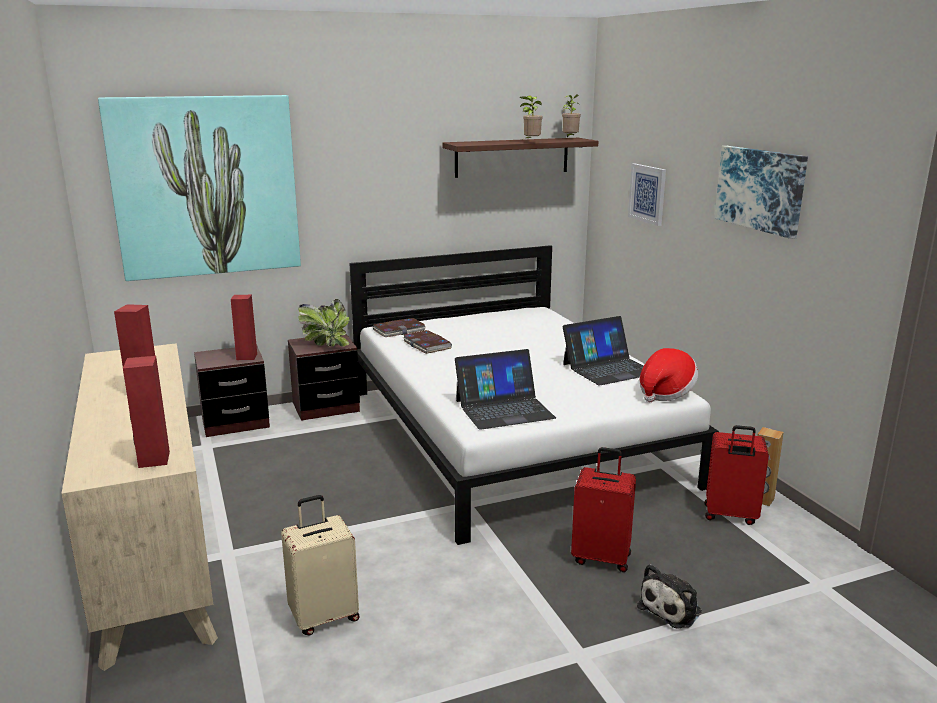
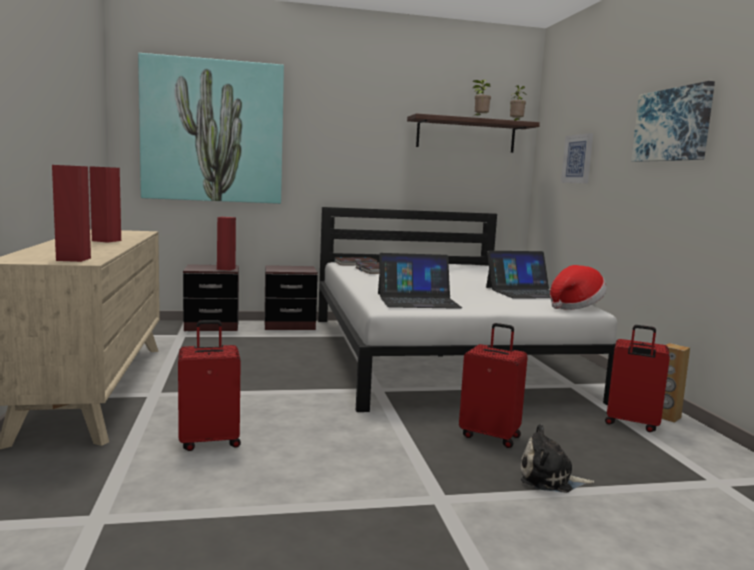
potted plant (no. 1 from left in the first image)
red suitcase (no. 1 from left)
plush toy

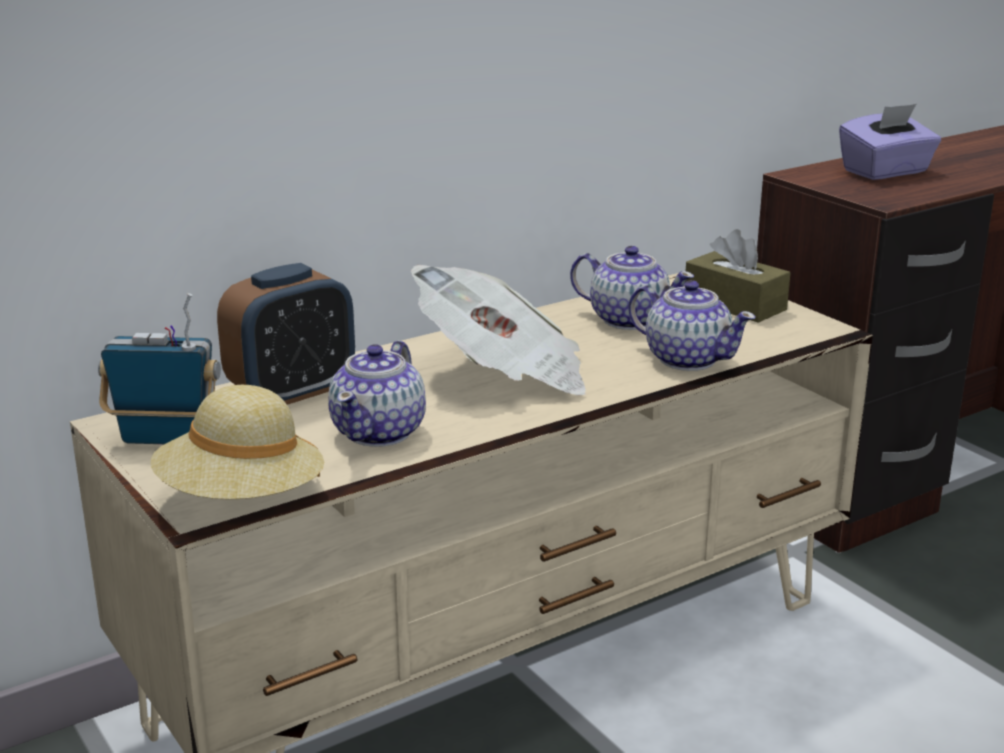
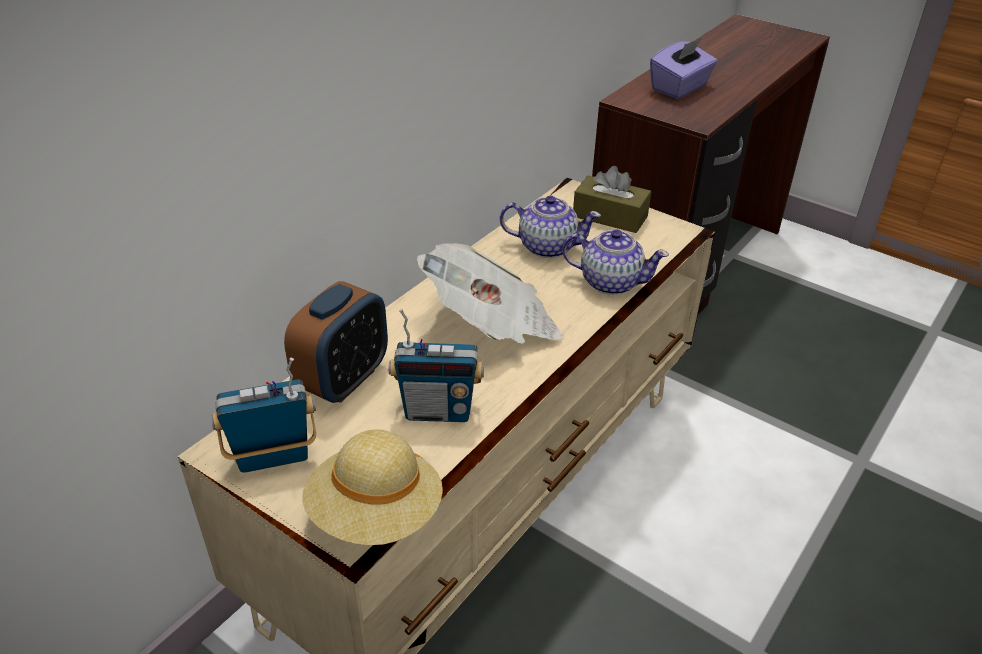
radio (no. 2 from left)

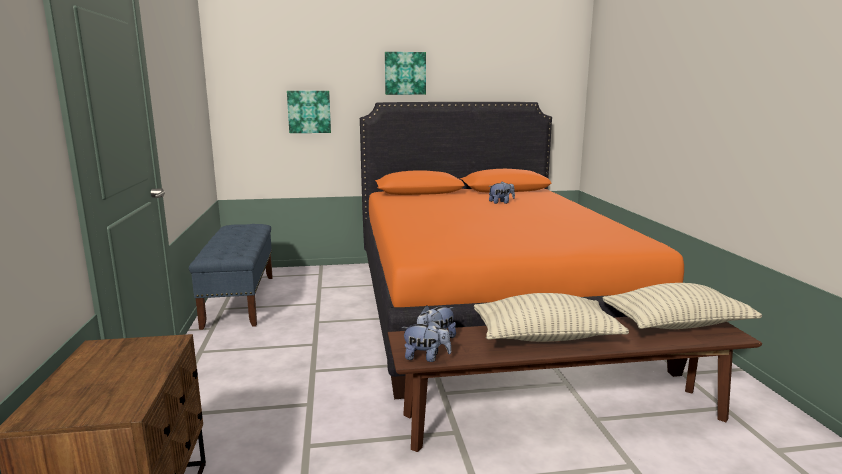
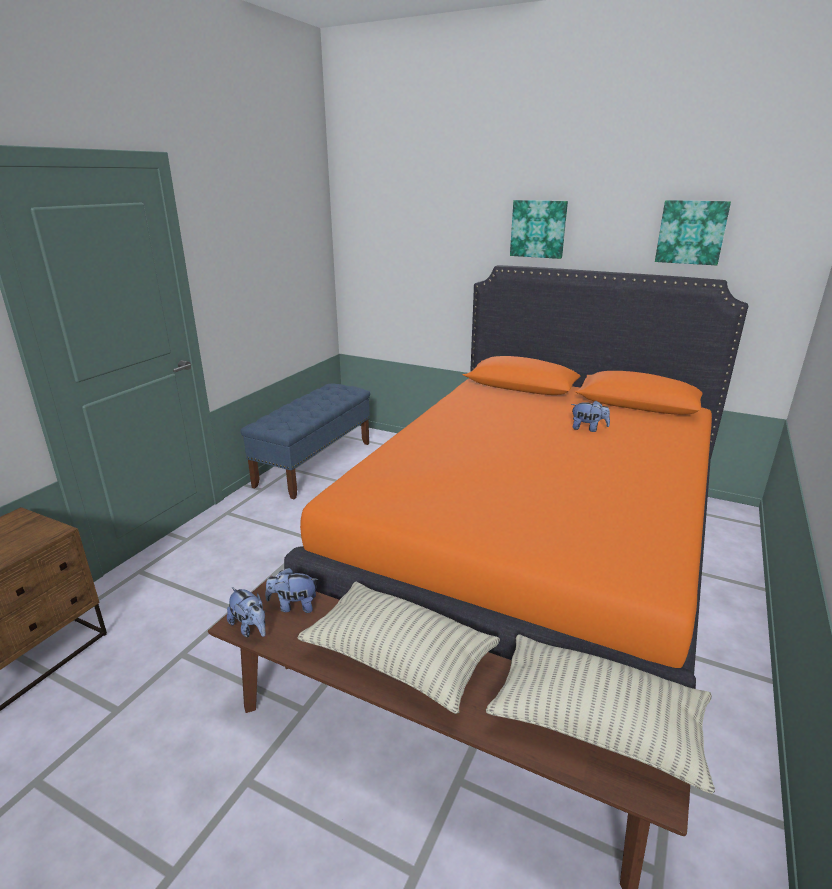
picture (no. 2 from left)

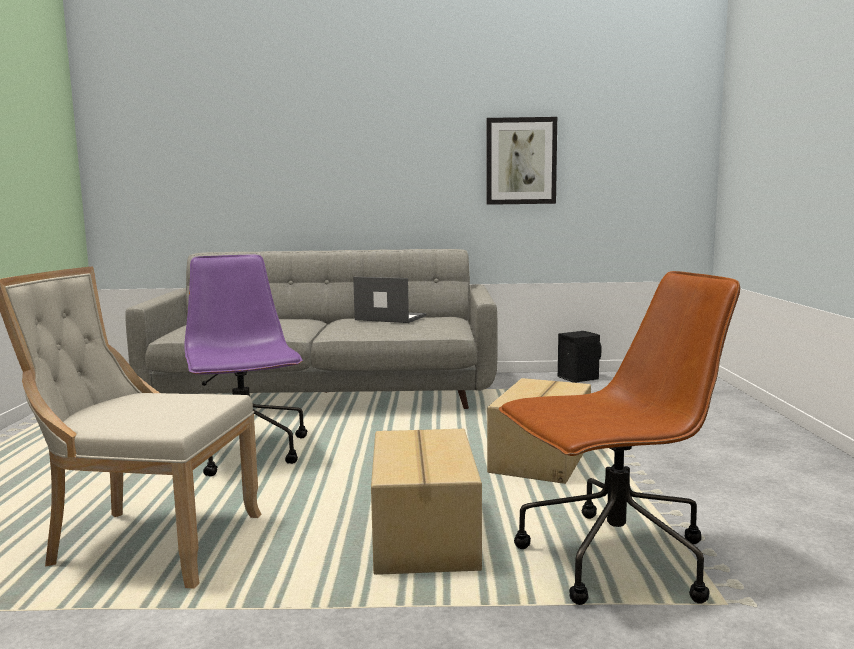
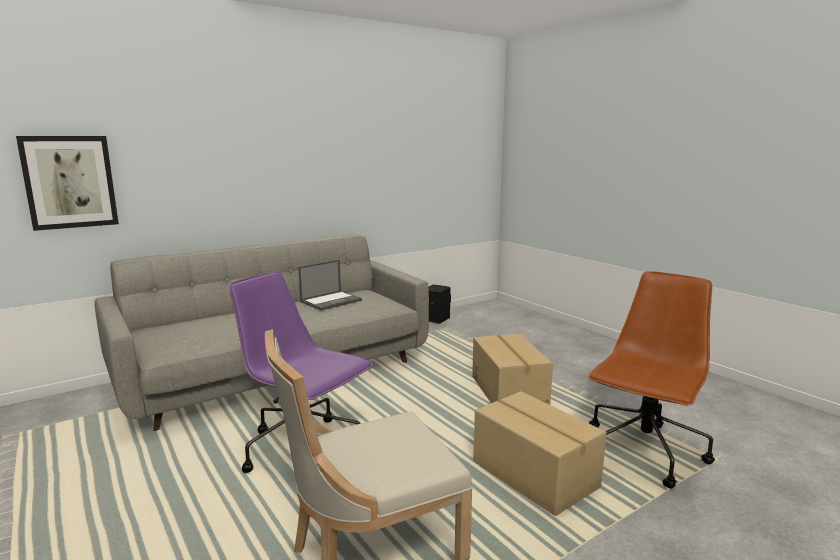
picture
laptop

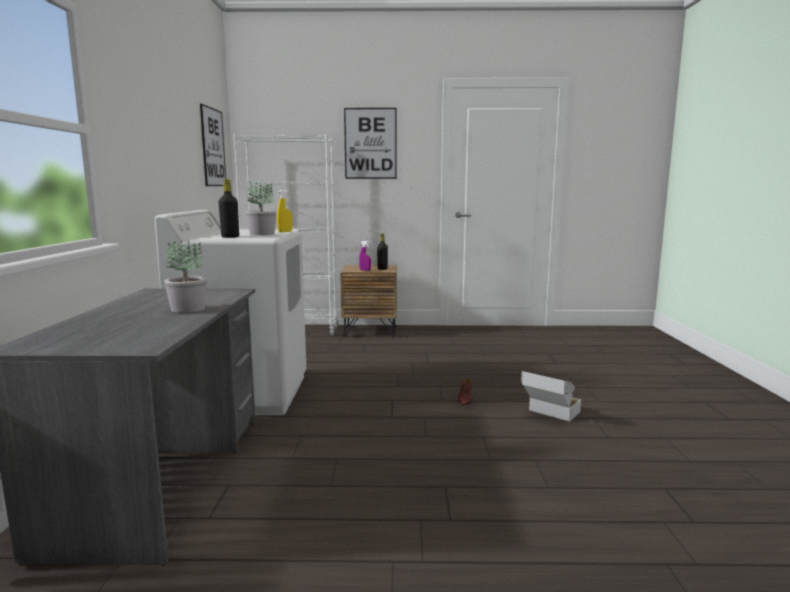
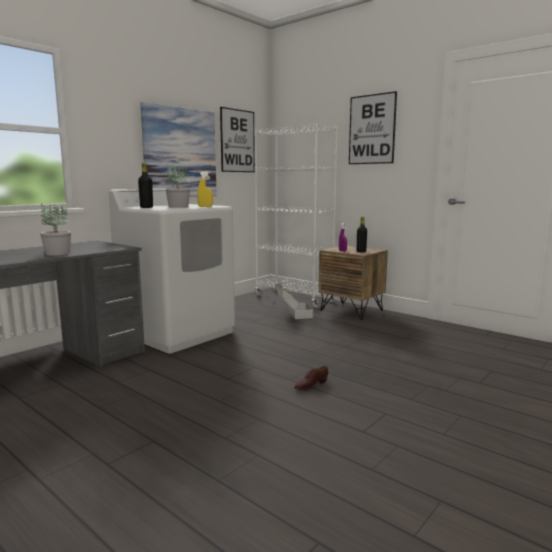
picture (no. 1 from left)
cardboard box

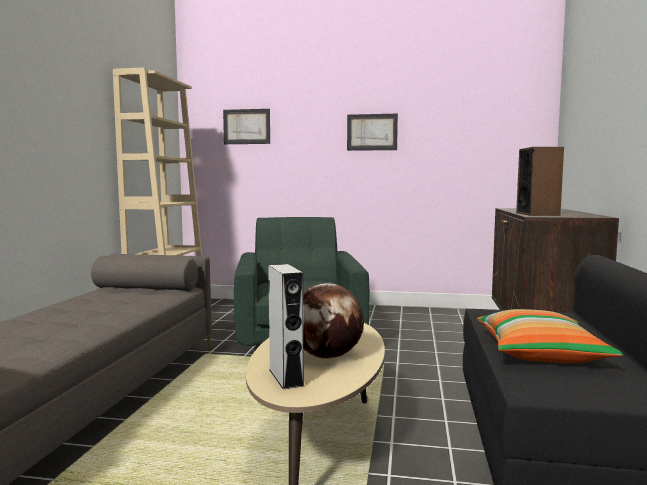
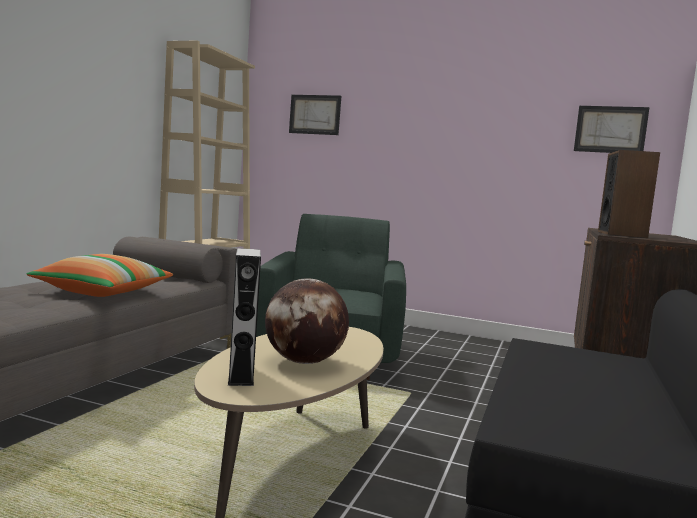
picture (no. 2 from left)
pillow

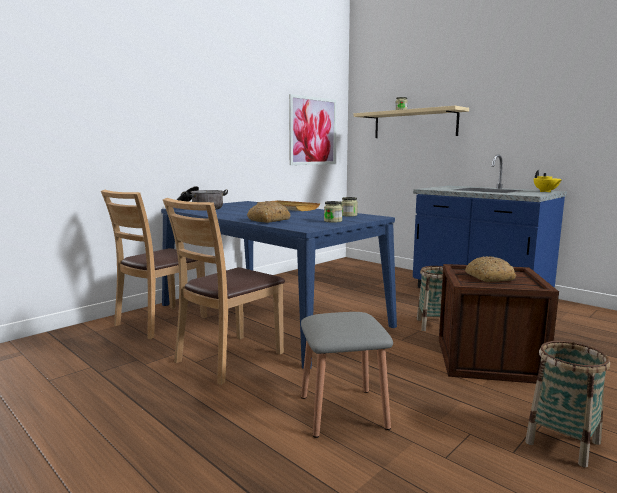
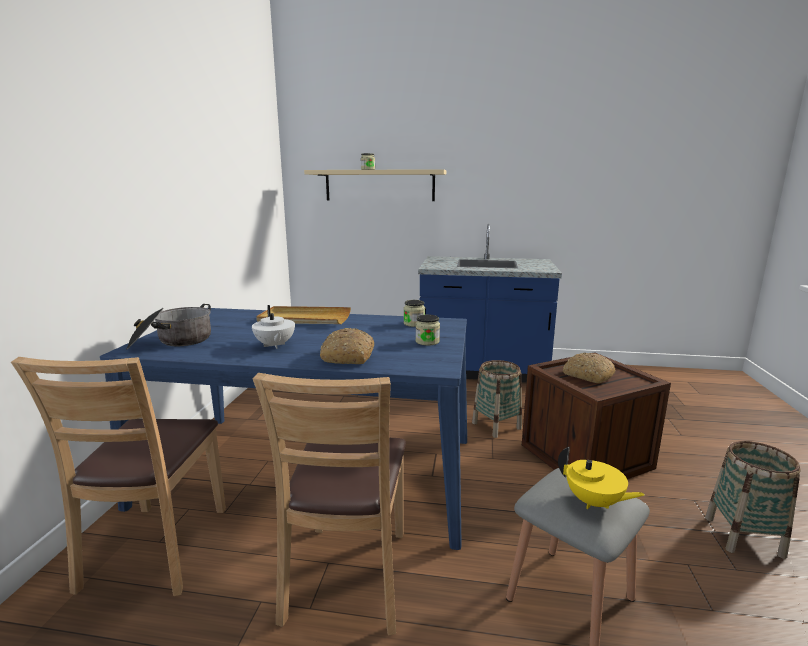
picture
white teapot
yellow teapot

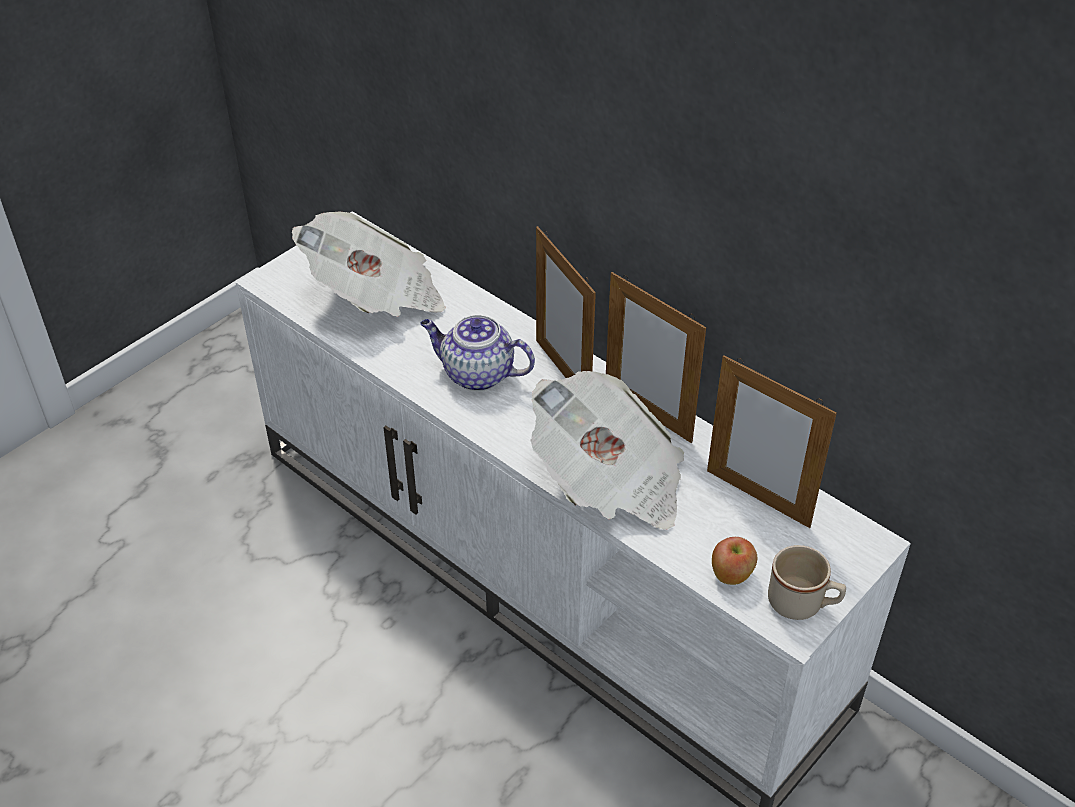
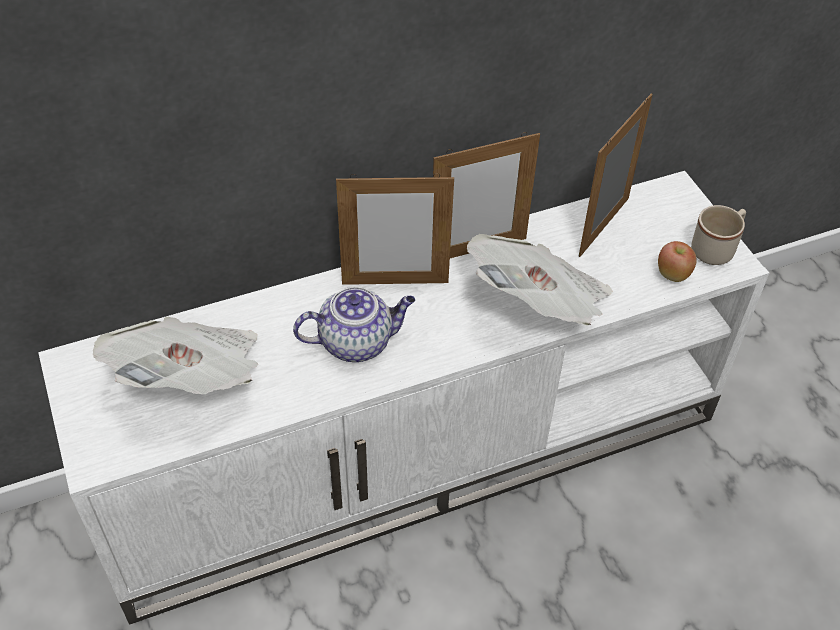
teapot
picture frame (no. 3 from left)

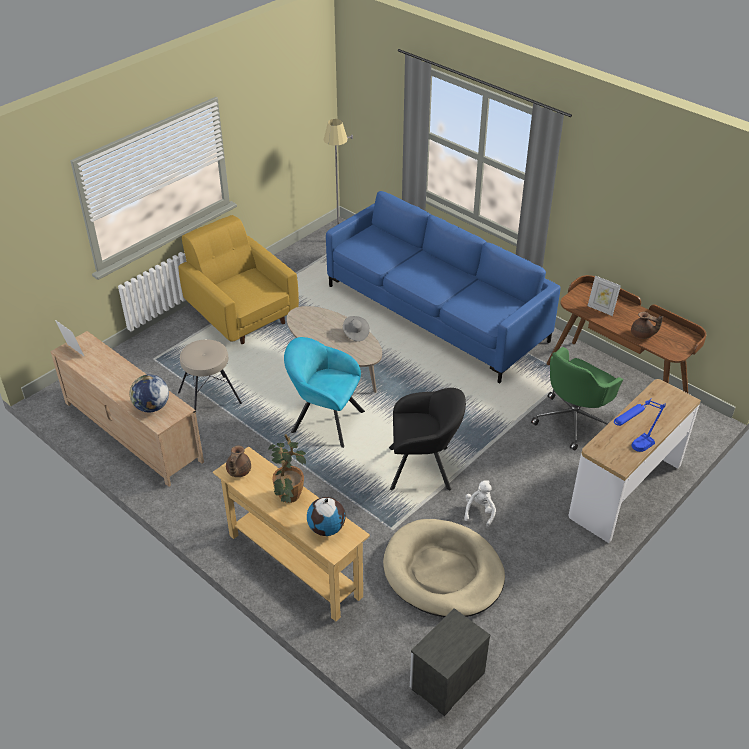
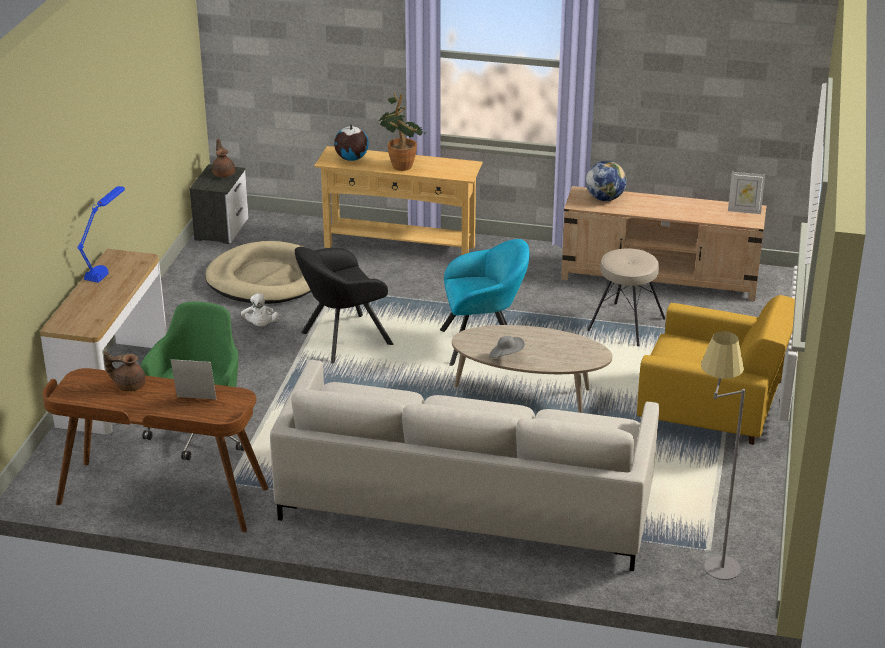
brown teapot (no. 2 from left)
grey sofa

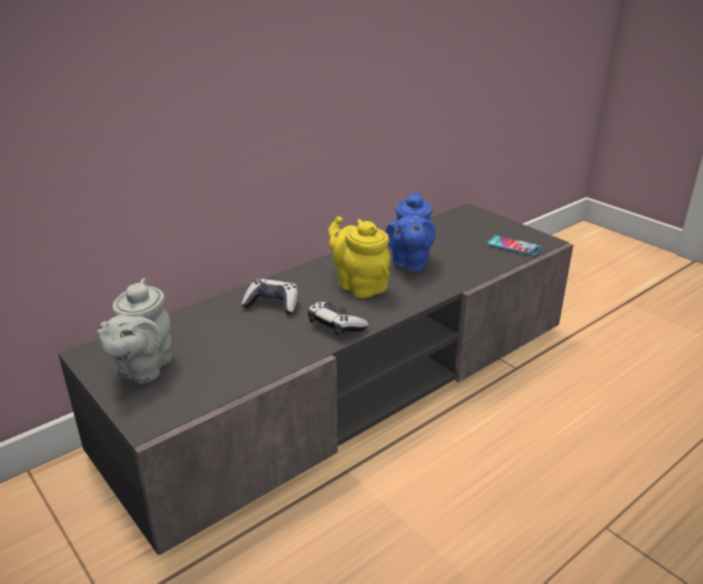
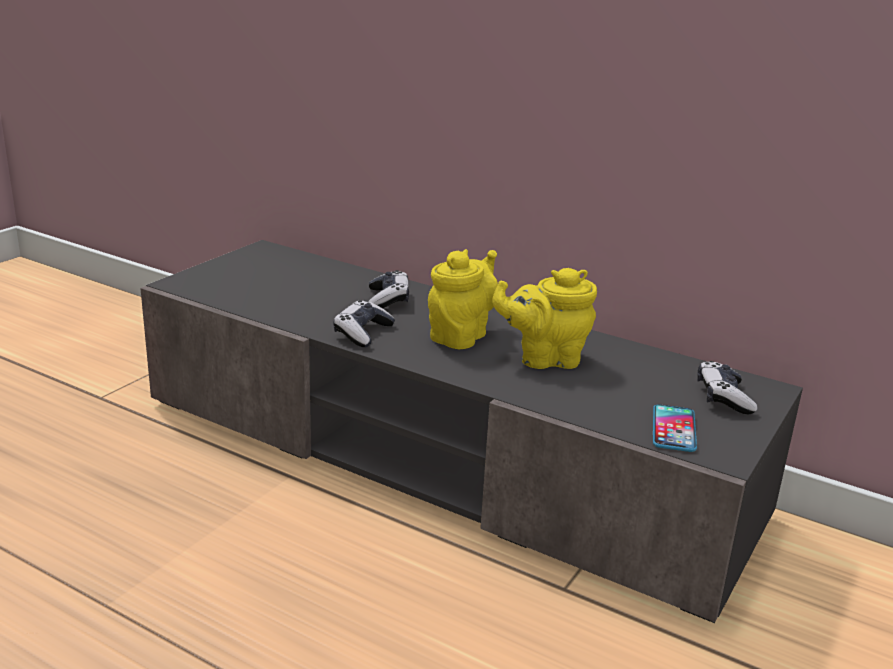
grey teapot
game controller (no. 3 from left)
yellow teapot (no. 2 from left)

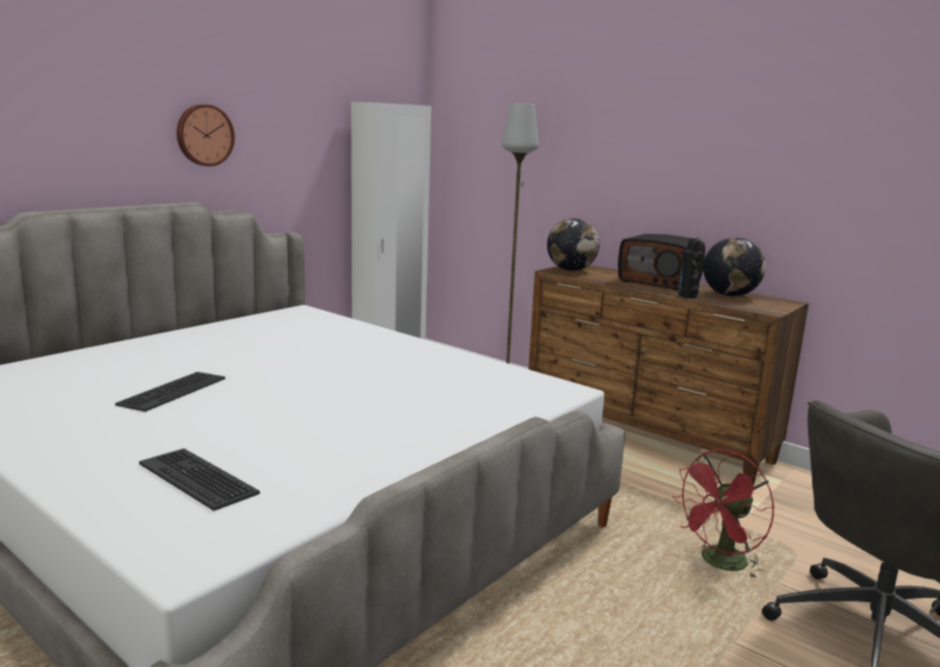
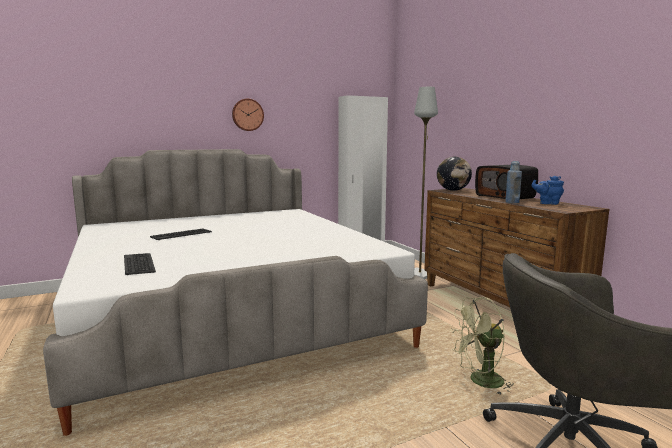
blue teapot
green fan
blue bottle

